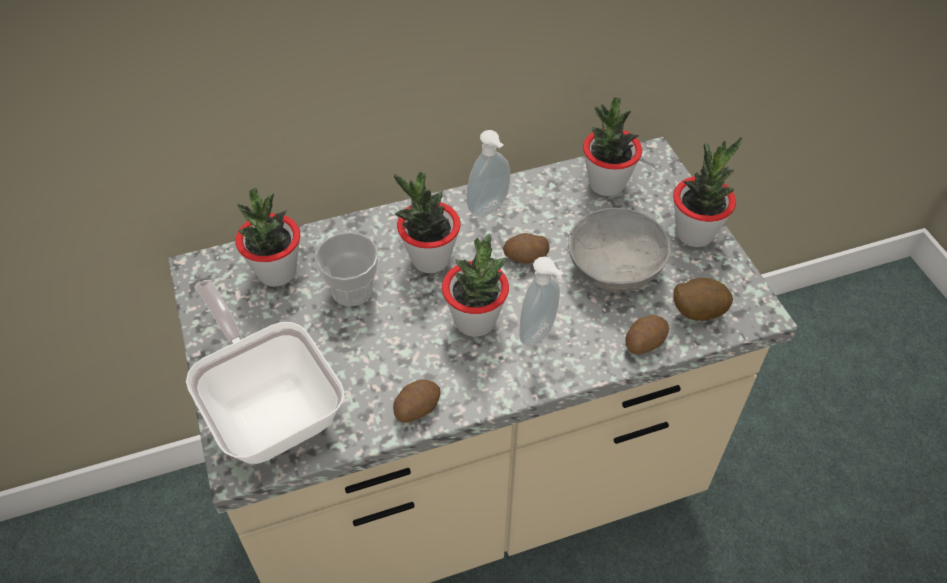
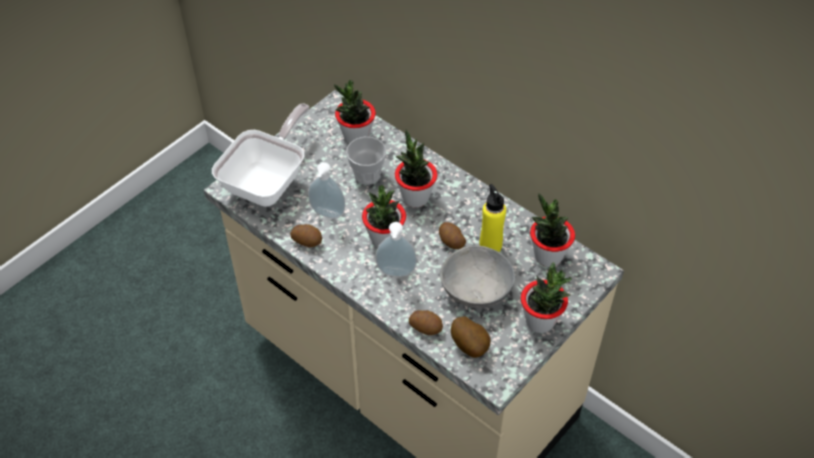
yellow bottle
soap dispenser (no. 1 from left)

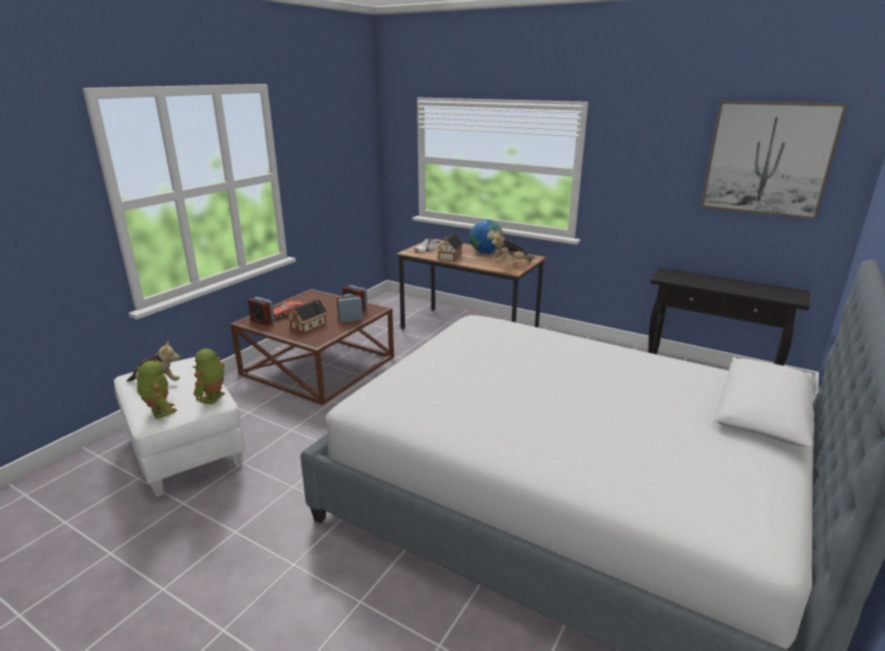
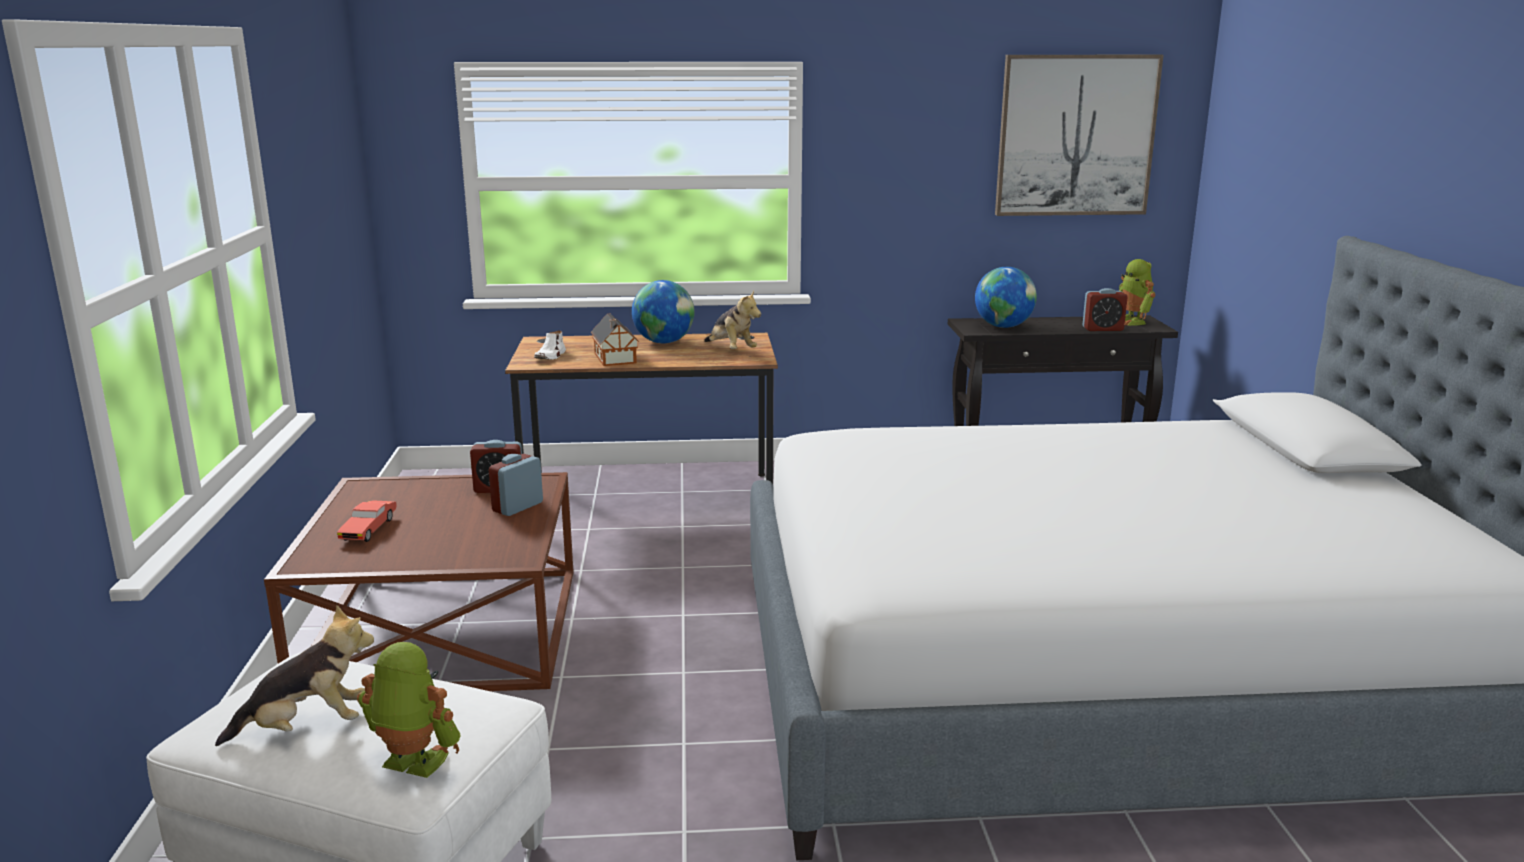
toy house (no. 1 from left in the first image)
globe (no. 2 from left)
toy robot (no. 2 from left)
alarm clock (no. 3 from left)
plush toy (no. 2 from left)

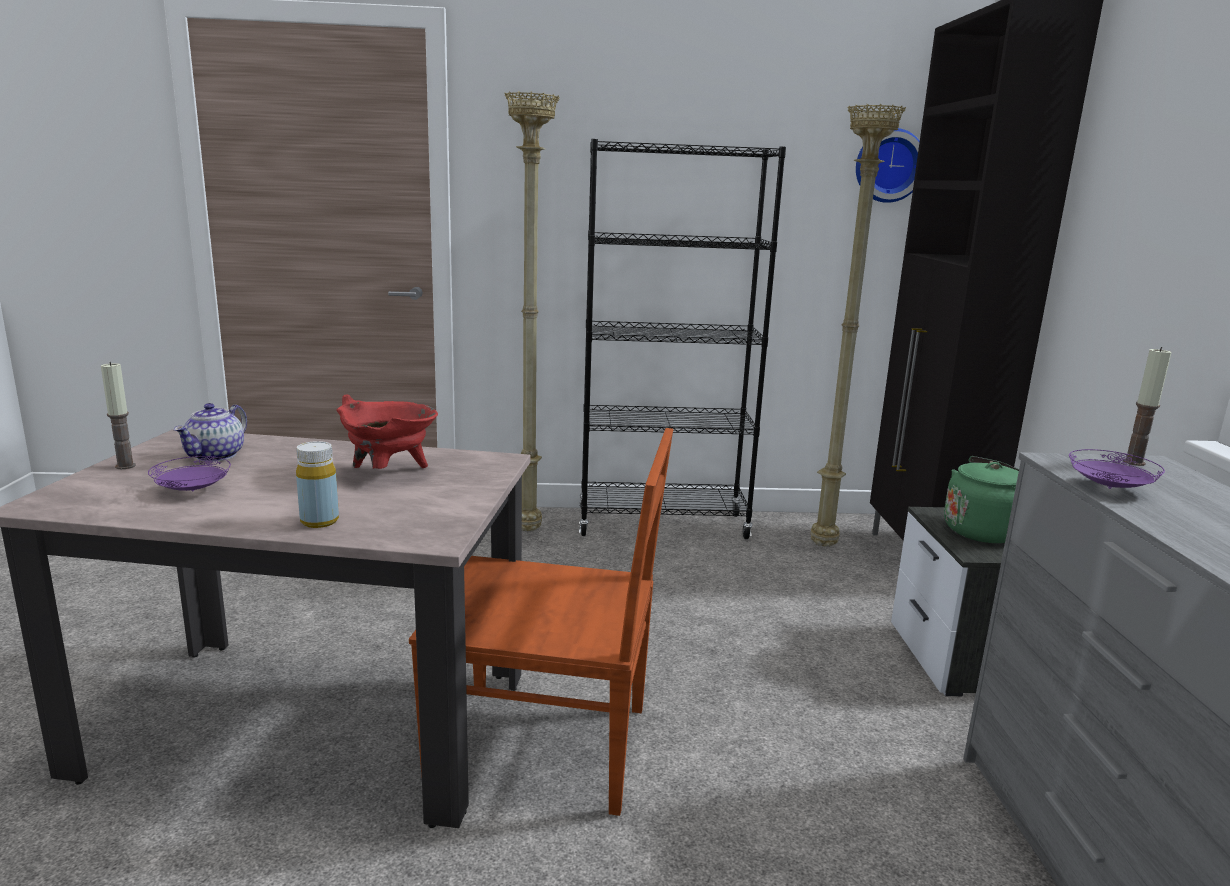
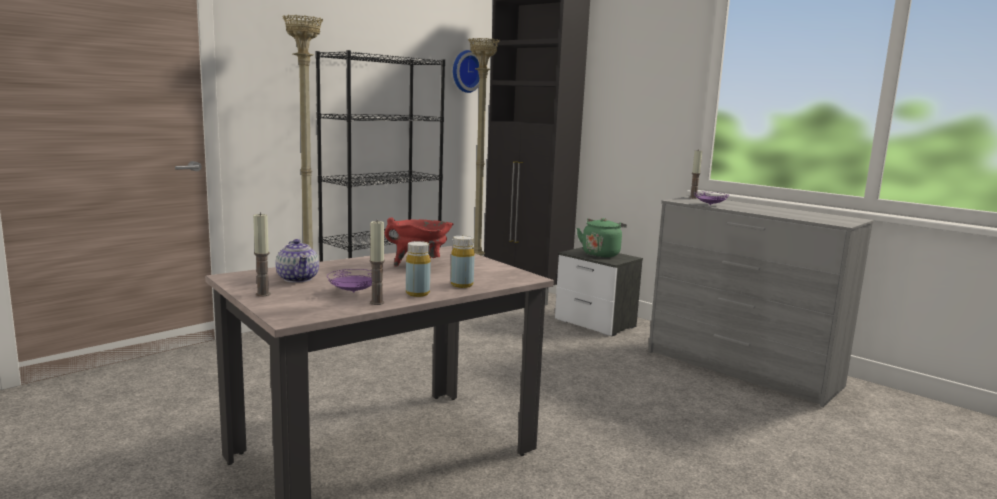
brown chair
candle (no. 2 from left)
yellow bottle (no. 1 from left)

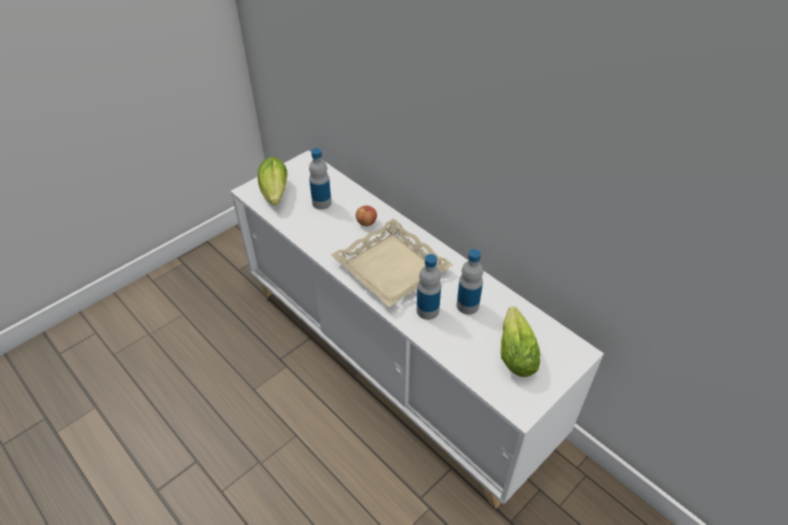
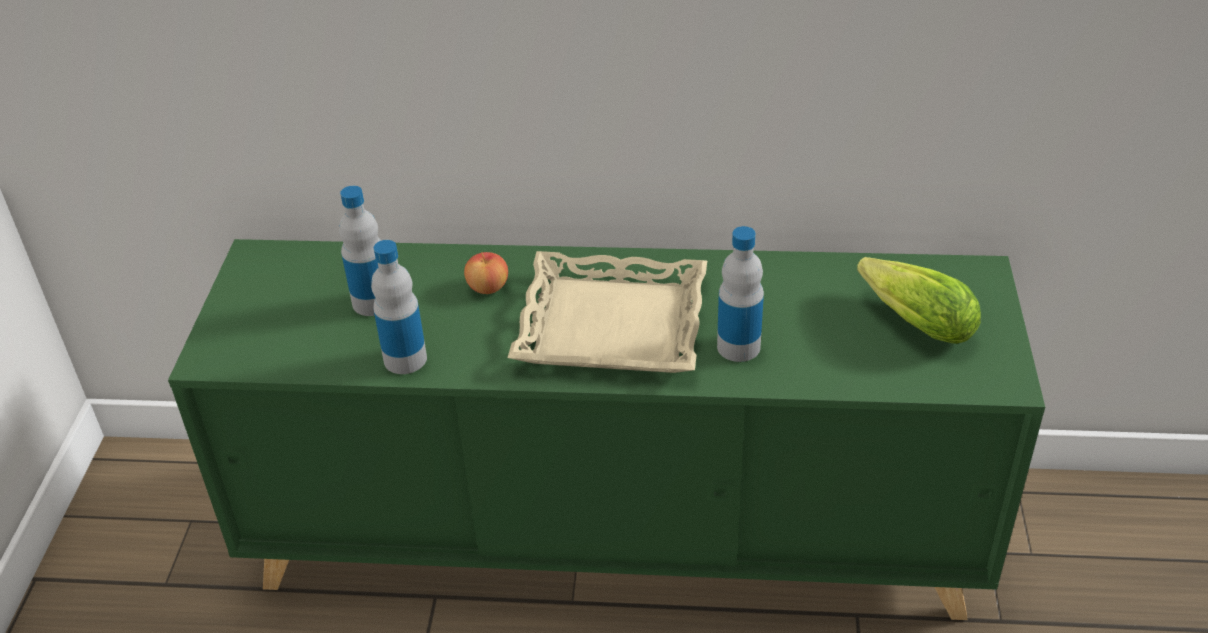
lettuce (no. 1 from left in the first image)
bottle (no. 2 from left)
green cabinet

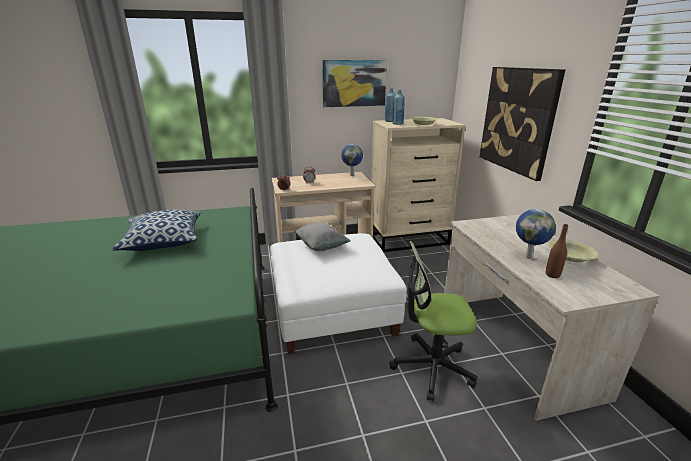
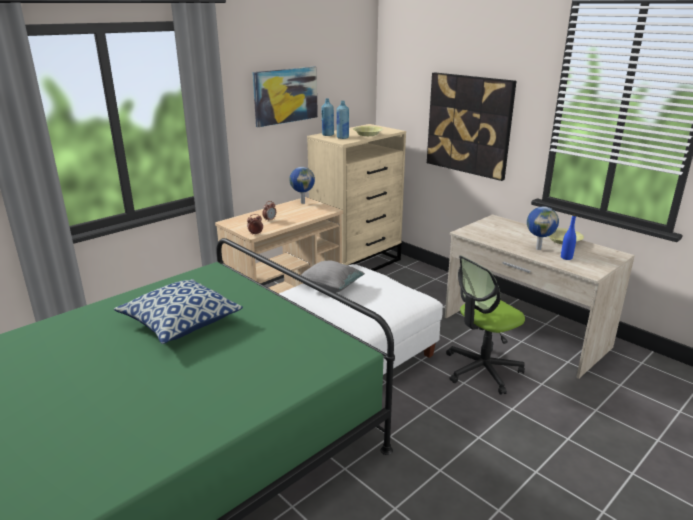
blue bottle (no. 3 from left)

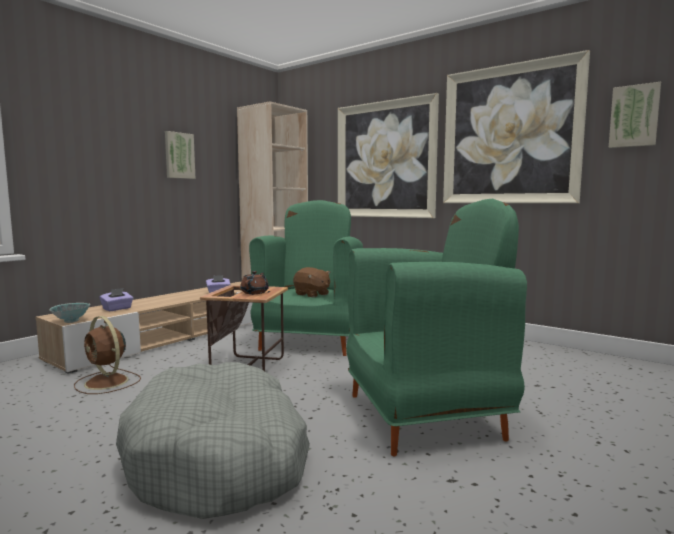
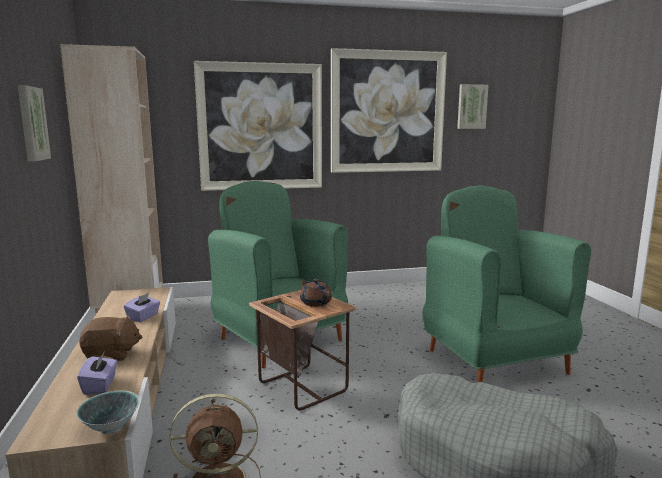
brown plush toy
green armchair (no. 2 from left)

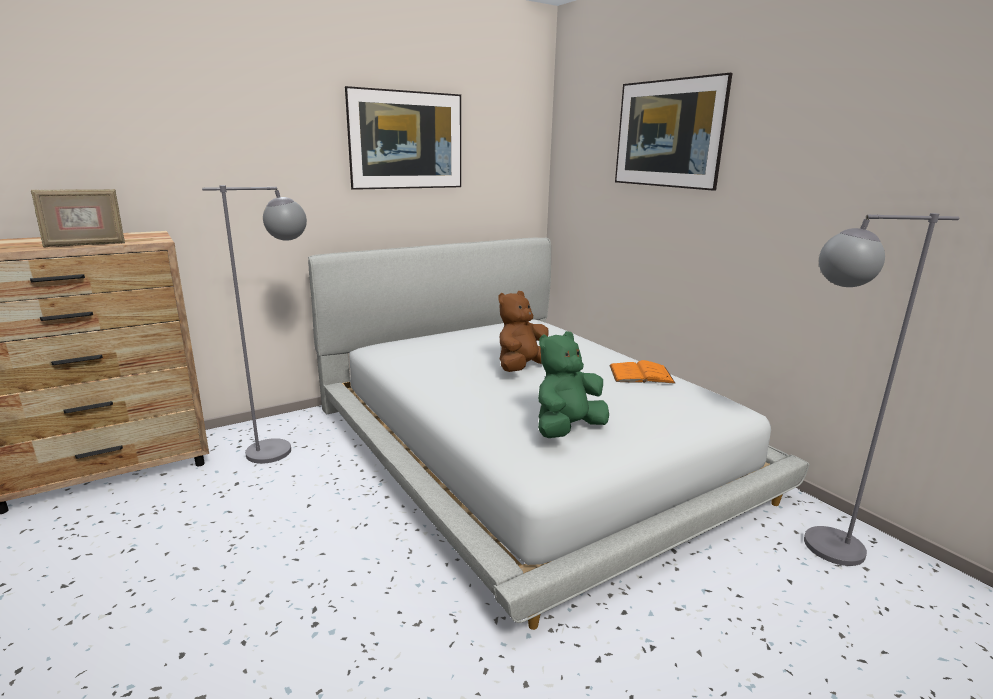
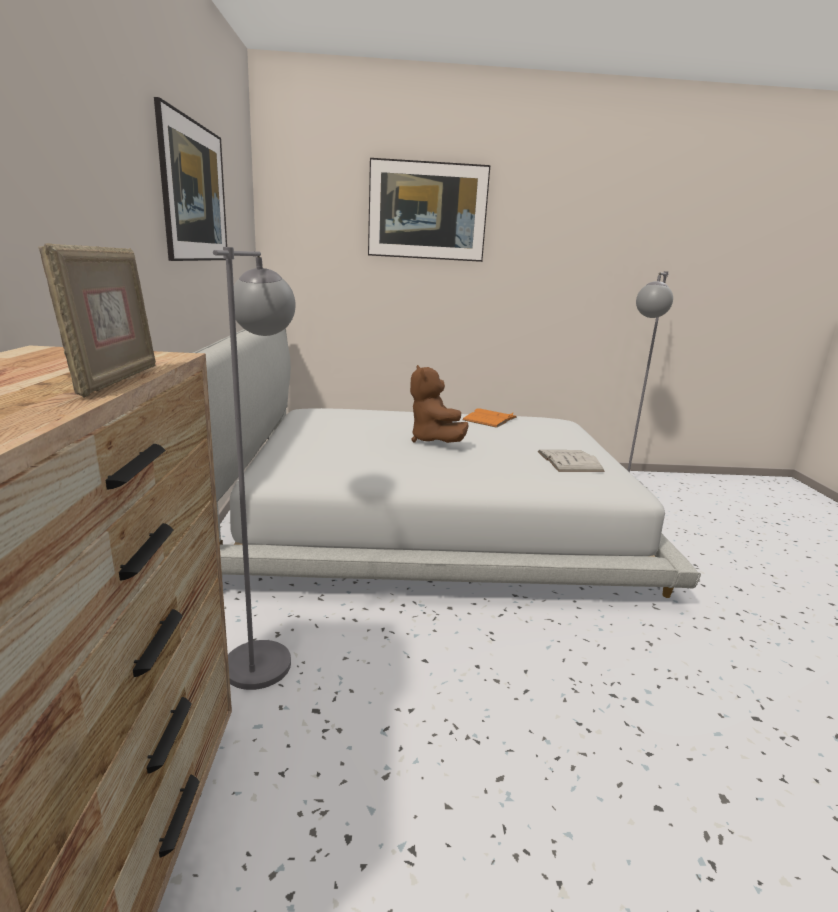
white book

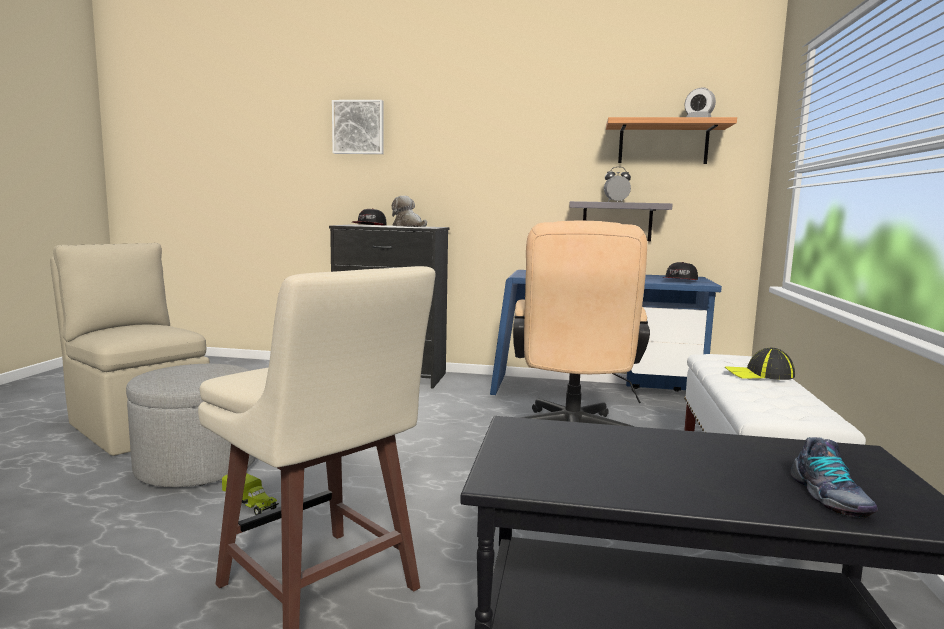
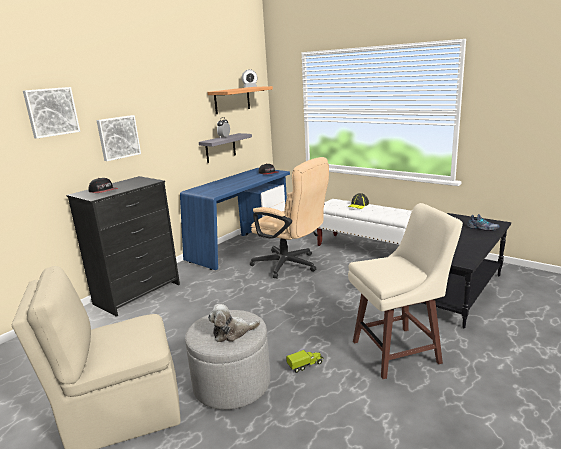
picture (no. 2 from left)
plush toy

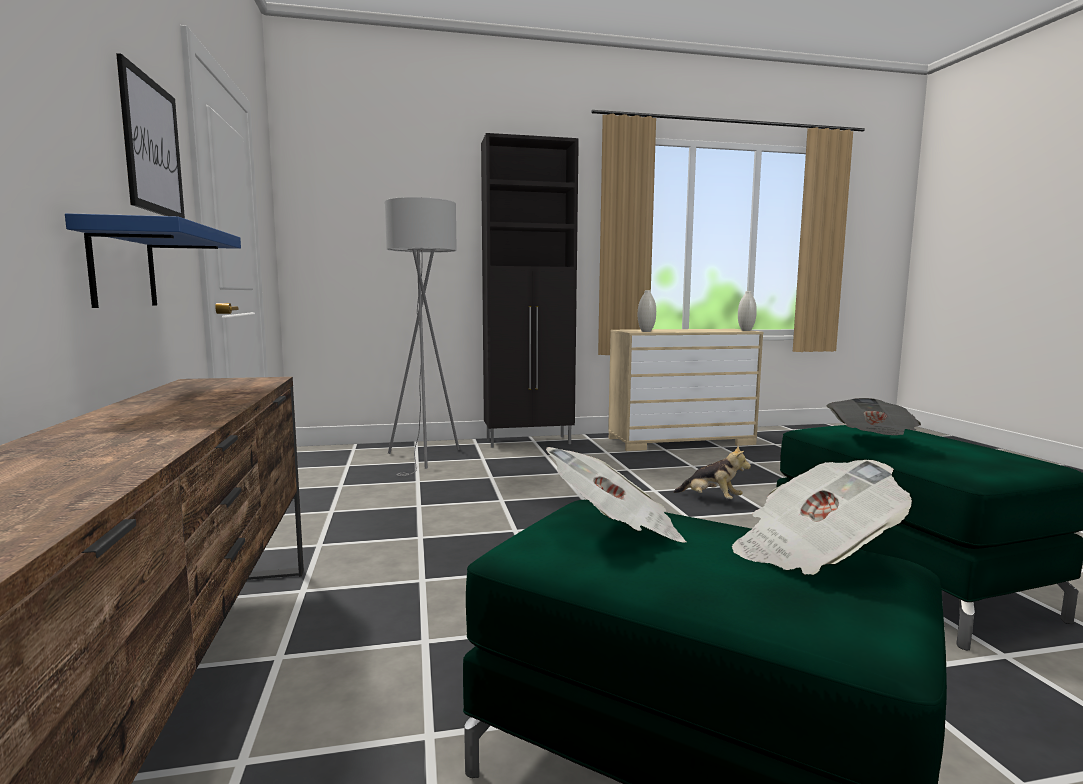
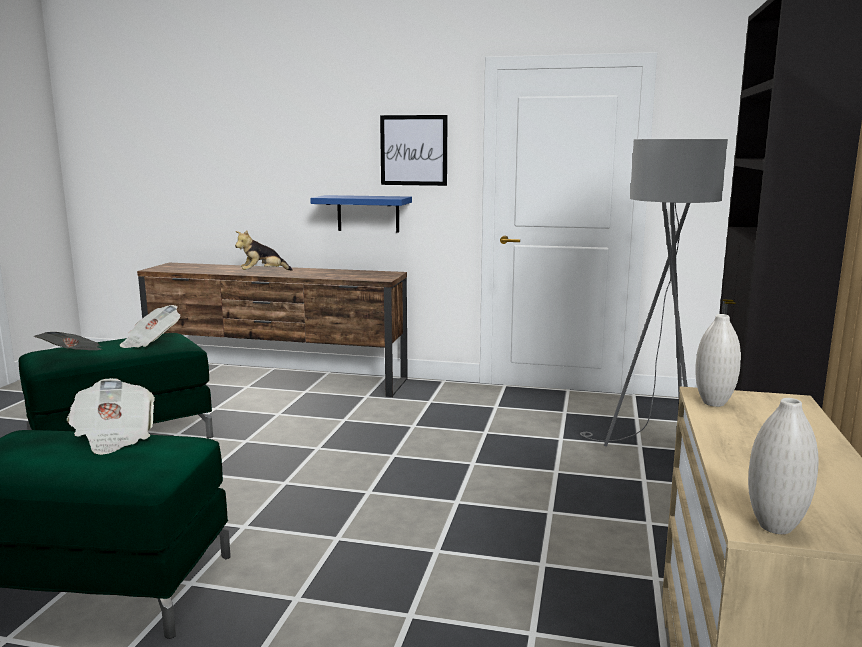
plush toy

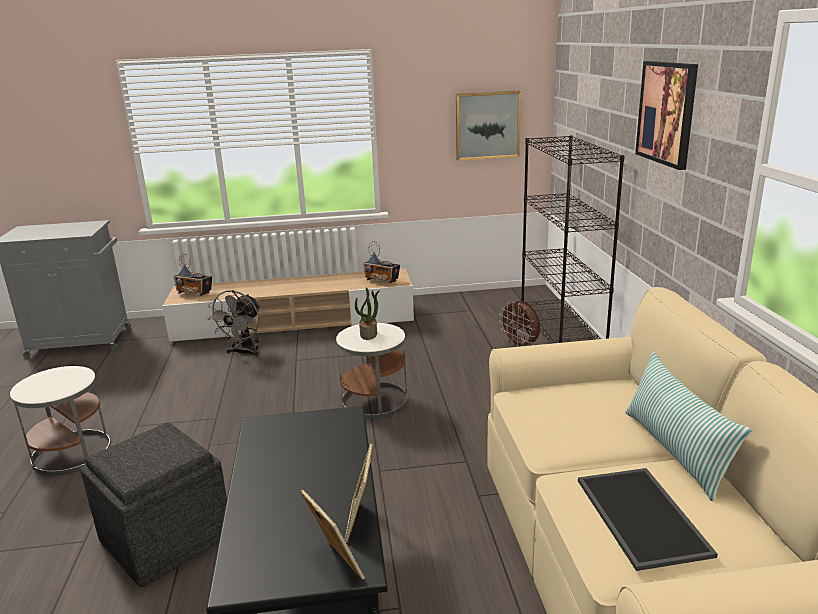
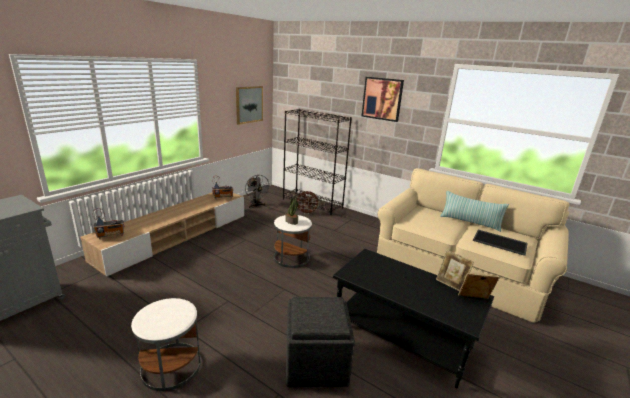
grey fan

